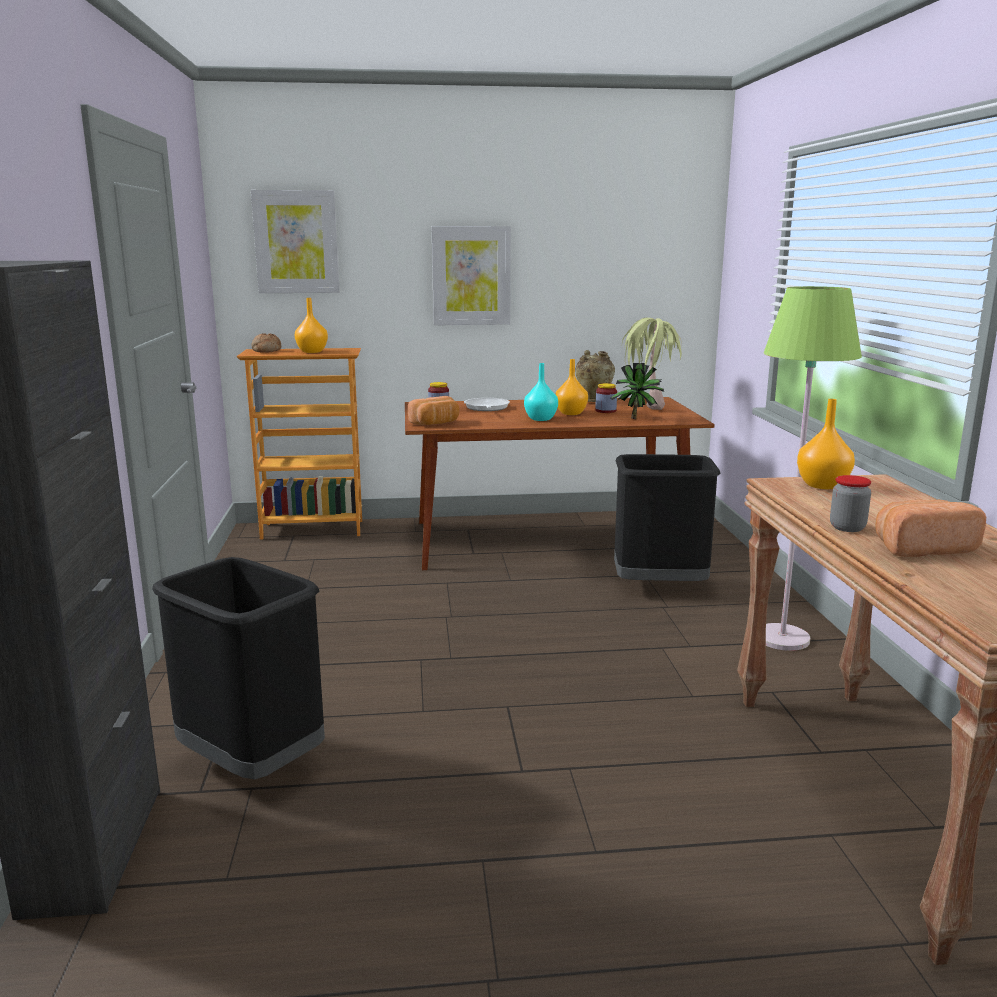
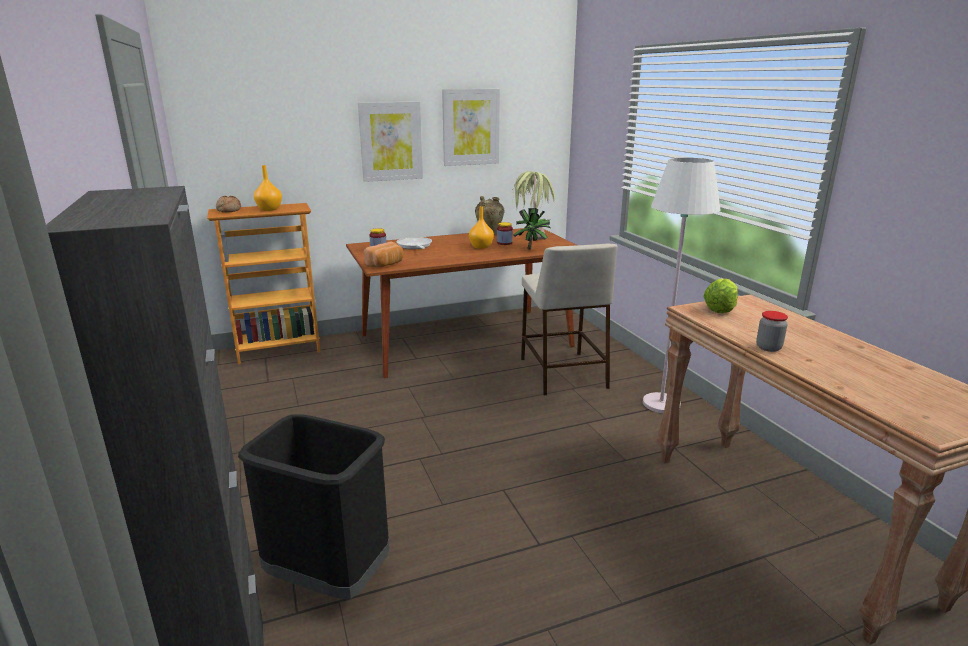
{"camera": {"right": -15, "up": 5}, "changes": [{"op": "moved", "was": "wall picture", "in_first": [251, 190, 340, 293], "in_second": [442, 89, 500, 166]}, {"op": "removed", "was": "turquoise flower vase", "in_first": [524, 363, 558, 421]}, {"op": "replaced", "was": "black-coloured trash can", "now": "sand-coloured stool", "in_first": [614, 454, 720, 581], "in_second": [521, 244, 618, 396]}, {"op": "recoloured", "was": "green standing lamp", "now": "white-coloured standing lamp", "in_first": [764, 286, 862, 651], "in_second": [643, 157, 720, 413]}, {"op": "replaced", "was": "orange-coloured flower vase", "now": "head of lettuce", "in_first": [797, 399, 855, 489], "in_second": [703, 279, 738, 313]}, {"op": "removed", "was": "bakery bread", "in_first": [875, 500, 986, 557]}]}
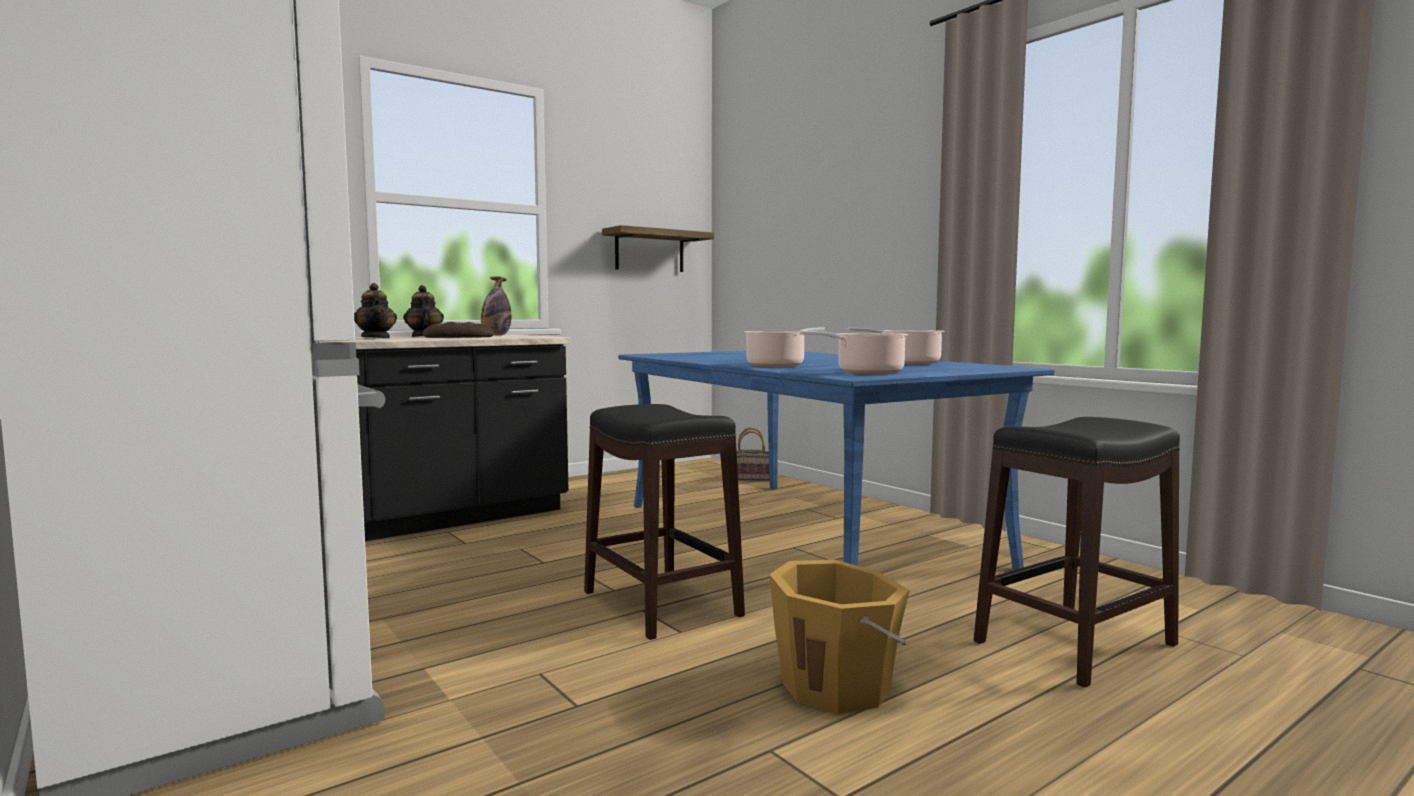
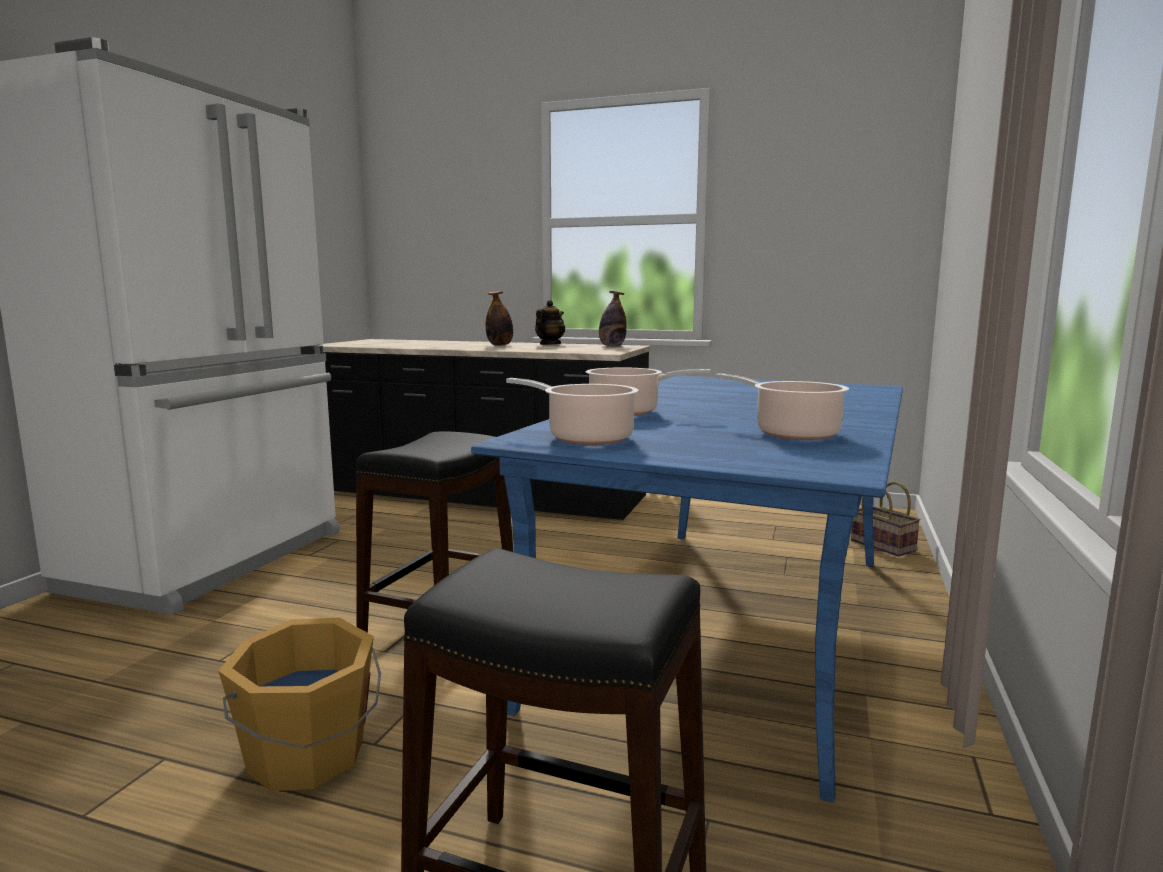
{"camera": {"right": 55, "up": 5}, "changes": [{"op": "replaced", "was": "tea pot", "now": "bottle", "in_first": [354, 283, 397, 338], "in_second": [486, 291, 513, 346]}, {"op": "removed", "was": "bakery bread", "in_first": [423, 322, 494, 338]}, {"op": "removed", "was": "shelf", "in_first": [602, 225, 714, 272]}]}
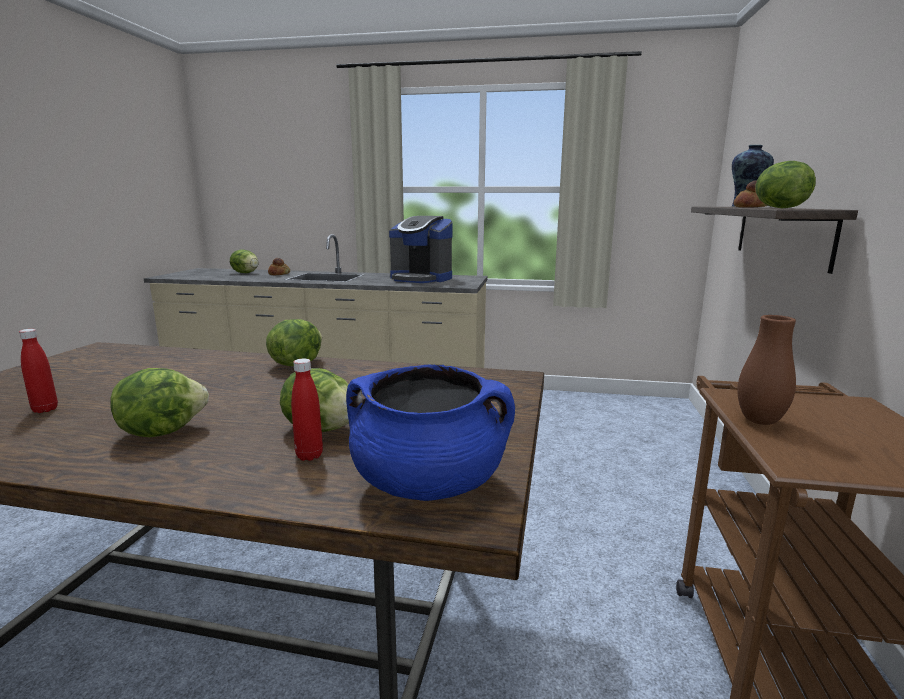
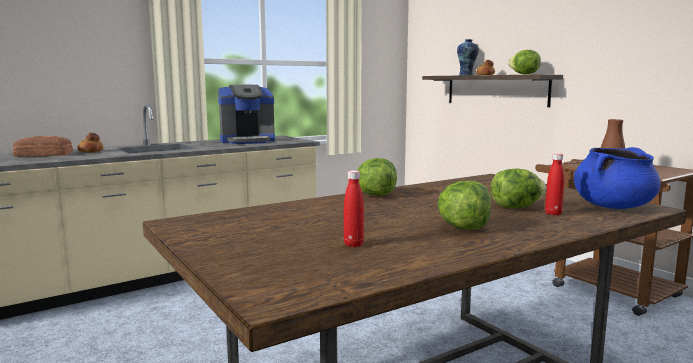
{"camera": {"right": -45, "up": -5}, "changes": [{"op": "replaced", "was": "head of lettuce", "now": "bakery bread", "in_first": [230, 249, 259, 273], "in_second": [13, 136, 73, 157]}]}
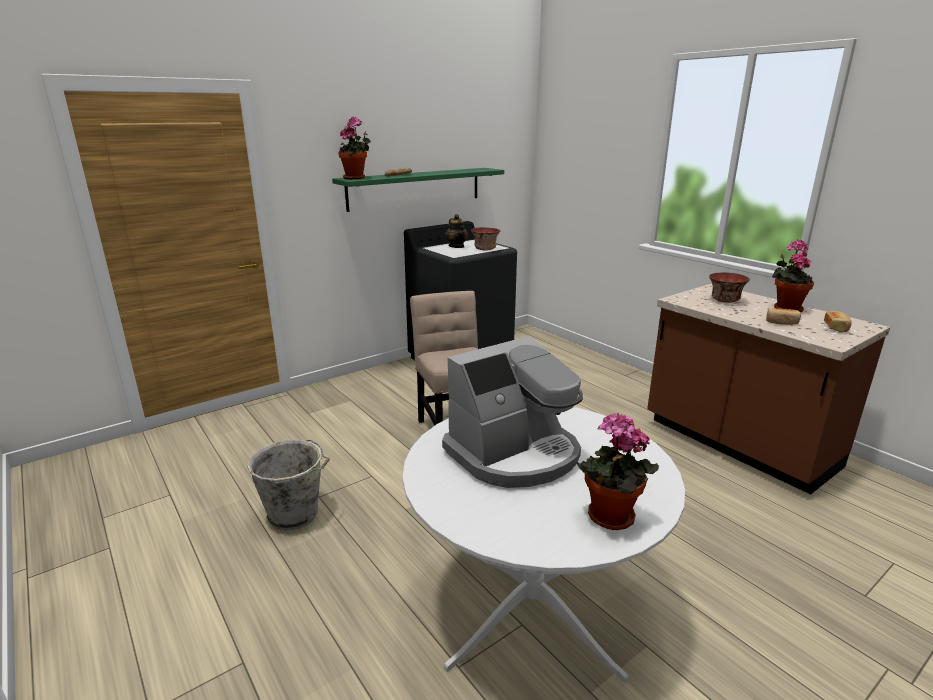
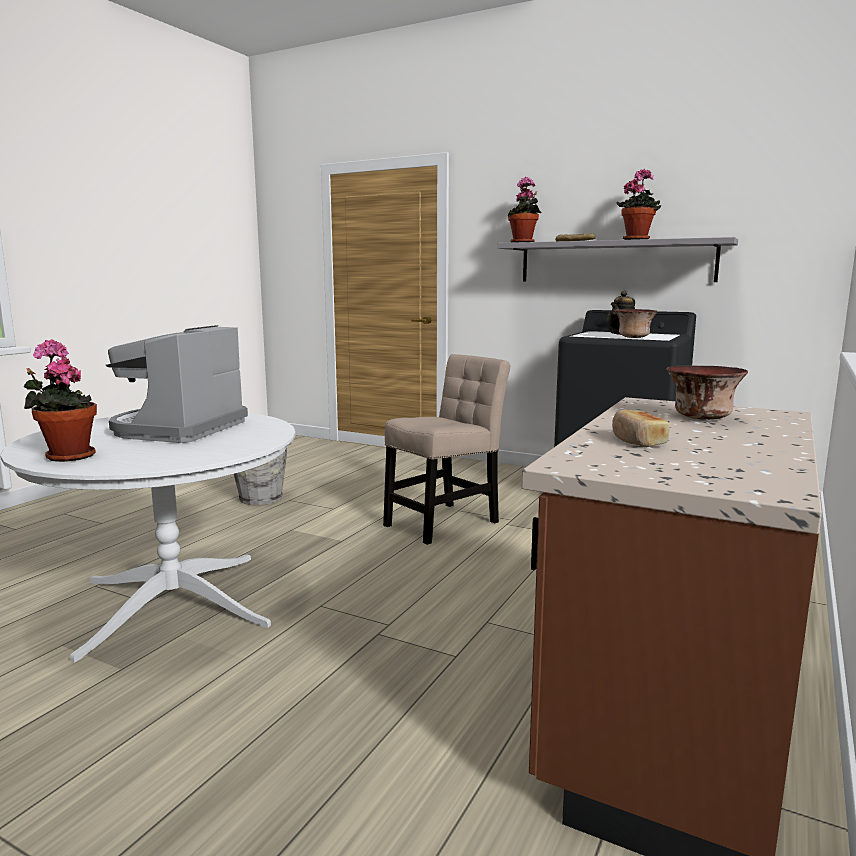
{"camera": {"right": 65, "up": -10}, "changes": [{"op": "recoloured", "was": "green shelf", "now": "greyish shelf", "in_first": [332, 168, 504, 212], "in_second": [497, 237, 738, 282]}, {"op": "turned", "was": "coffee brewer", "in_first": [442, 336, 583, 488], "in_second": [106, 325, 248, 443], "clockwise": 75}, {"op": "moved", "was": "houseplant", "in_first": [772, 240, 814, 312], "in_second": [617, 169, 661, 240]}, {"op": "removed", "was": "bakery bread", "in_first": [824, 311, 852, 332]}]}
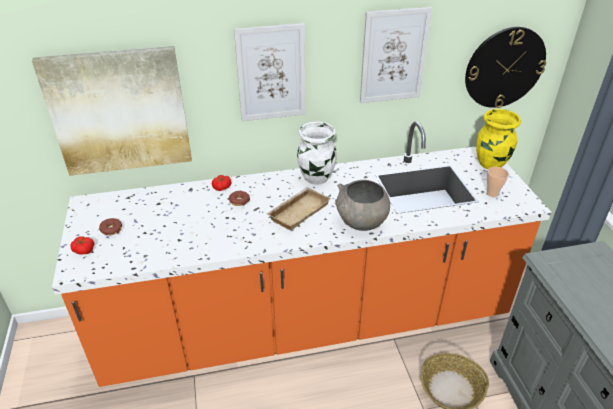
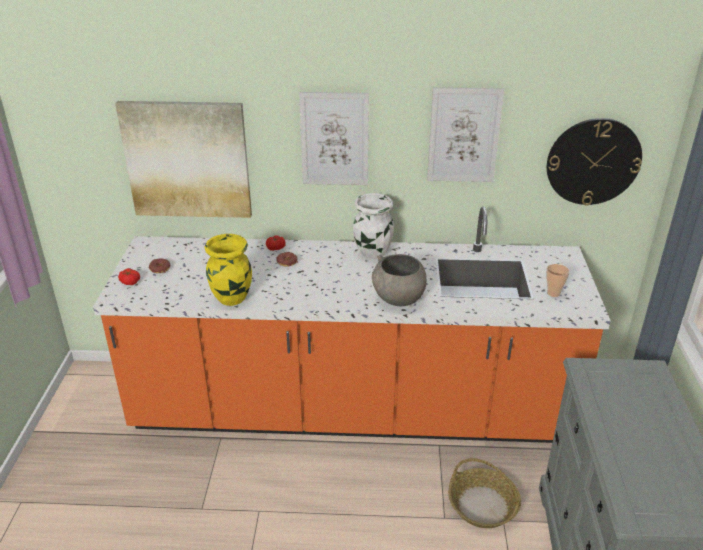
{"camera": {"right": 15, "up": -5}, "changes": [{"op": "removed", "was": "sand-coloured carrying tray", "in_first": [267, 187, 331, 230]}, {"op": "moved", "was": "yellow-coloured flower vase", "in_first": [476, 109, 521, 169], "in_second": [204, 234, 252, 306]}]}
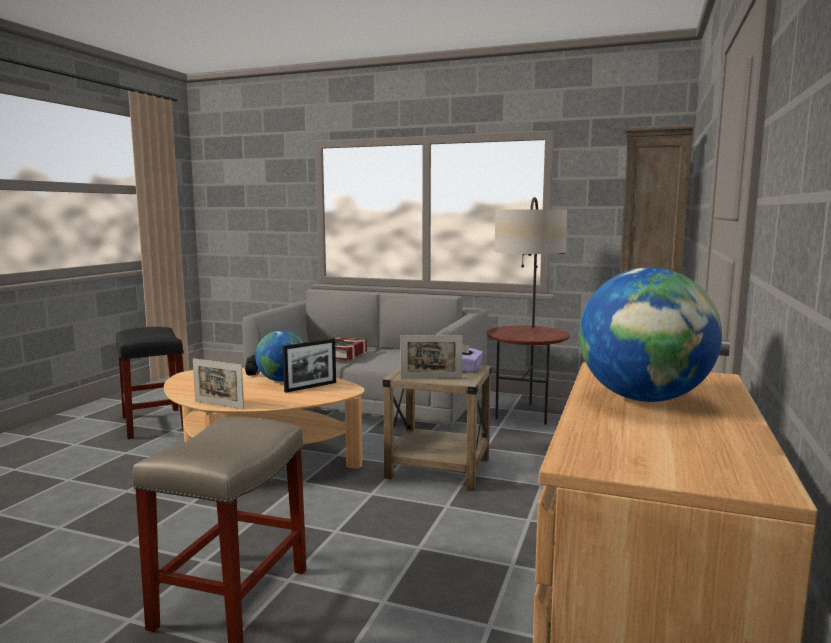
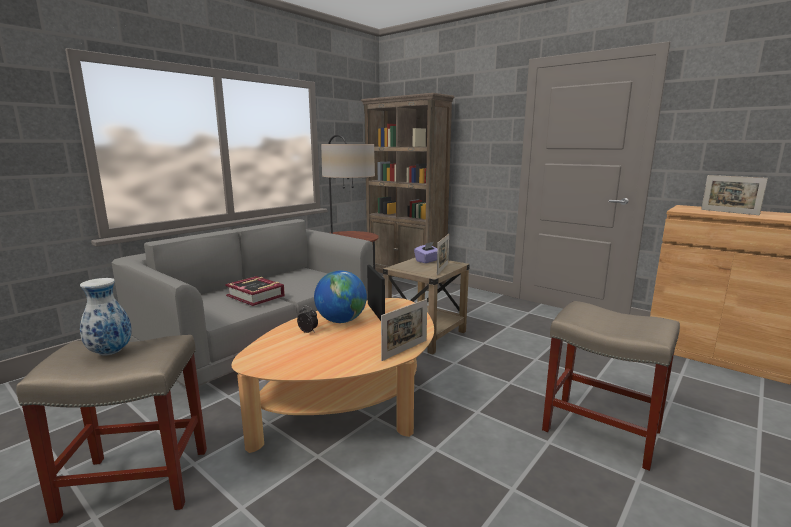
{"camera": {"right": -70, "up": 5}, "changes": [{"op": "recoloured", "was": "black-coloured stool", "now": "sand-coloured stool", "in_first": [116, 327, 184, 439], "in_second": [16, 335, 207, 523]}, {"op": "replaced", "was": "globe", "now": "photo frame", "in_first": [579, 267, 722, 402], "in_second": [701, 175, 768, 215]}, {"op": "added", "now": "flower vase", "in_second": [80, 278, 132, 355]}]}
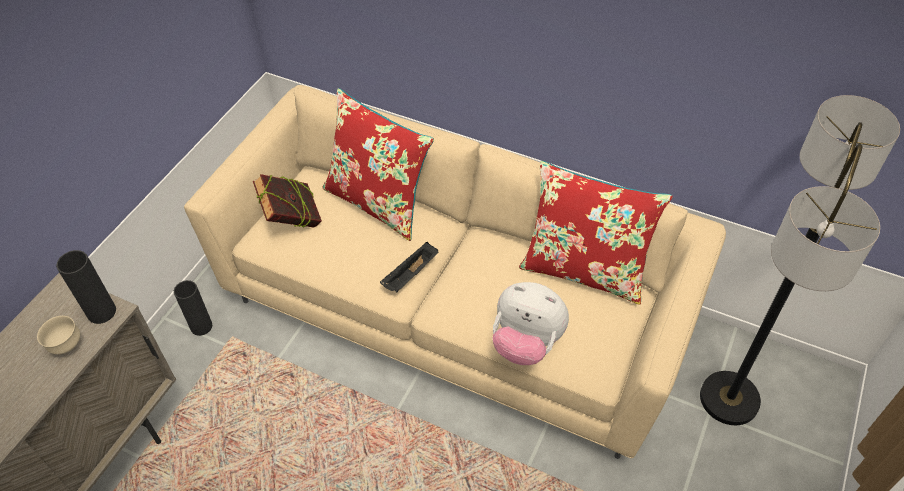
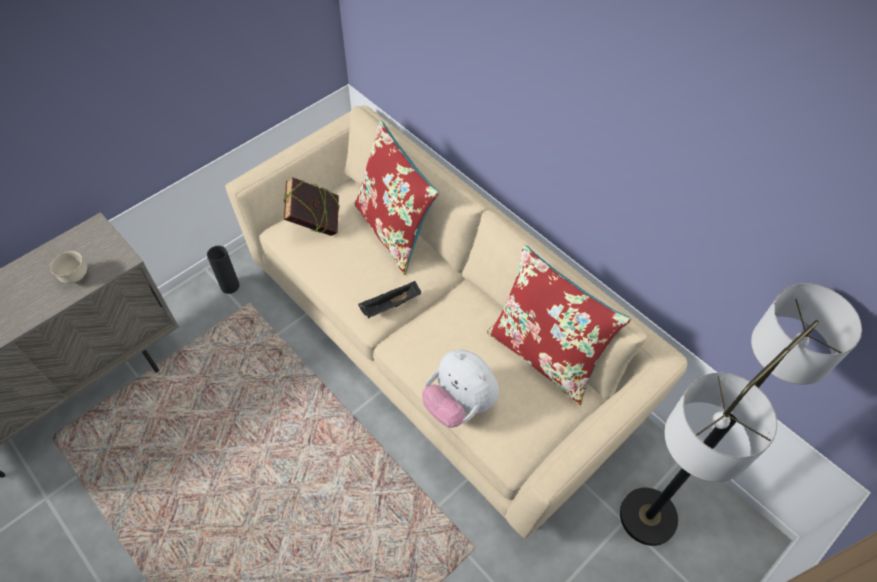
{"camera": {"right": 20, "up": 5}, "changes": [{"op": "removed", "was": "black-coloured flower vase", "in_first": [56, 250, 116, 324]}]}
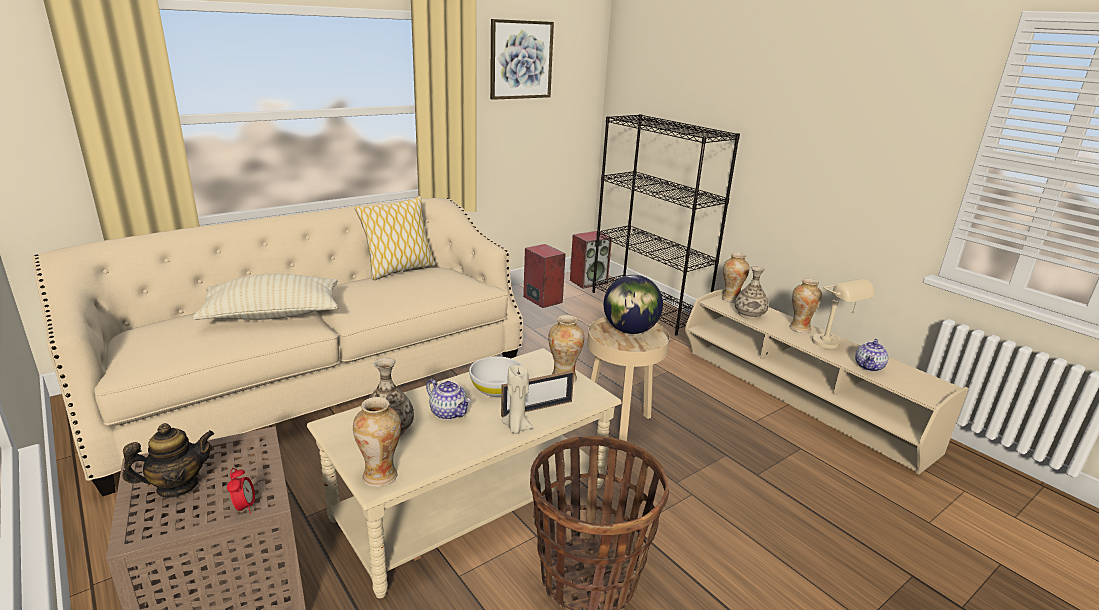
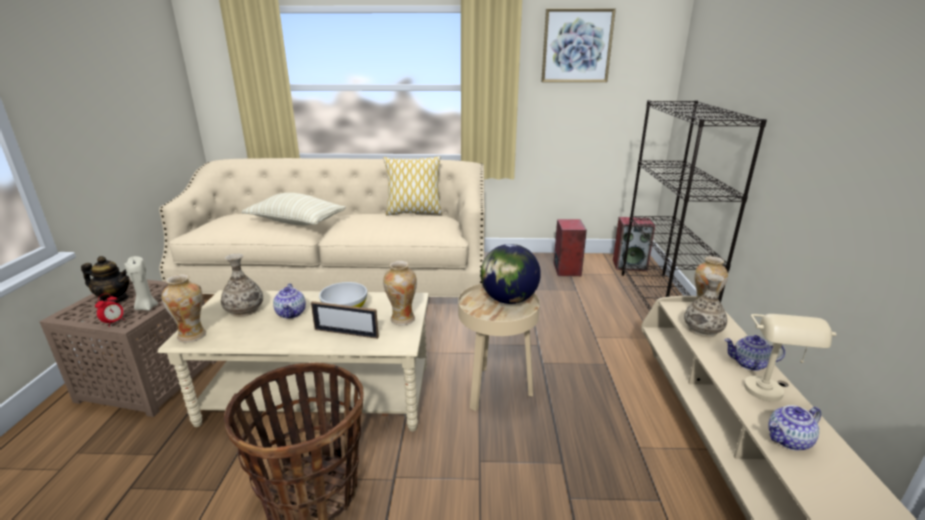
{"camera": {"right": 40, "up": 0}, "changes": [{"op": "moved", "was": "sand-coloured wax light", "in_first": [501, 365, 533, 434], "in_second": [124, 256, 158, 311]}, {"op": "replaced", "was": "flower vase", "now": "tea pot", "in_first": [790, 278, 822, 333], "in_second": [724, 335, 785, 371]}]}
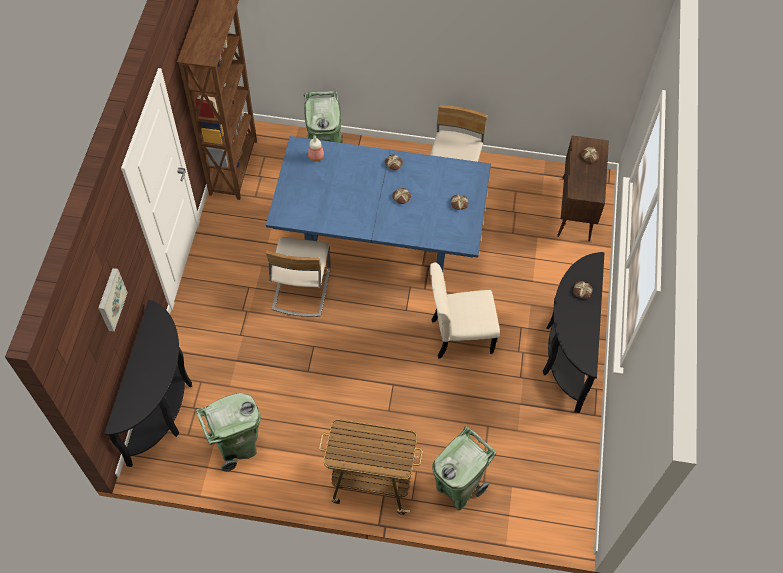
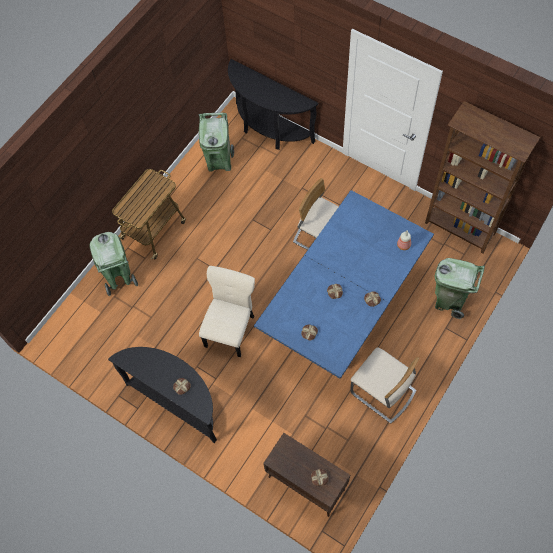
{"camera": {"right": 120, "up": 5}, "changes": [{"op": "removed", "was": "wall picture", "in_first": [98, 268, 128, 332]}]}
